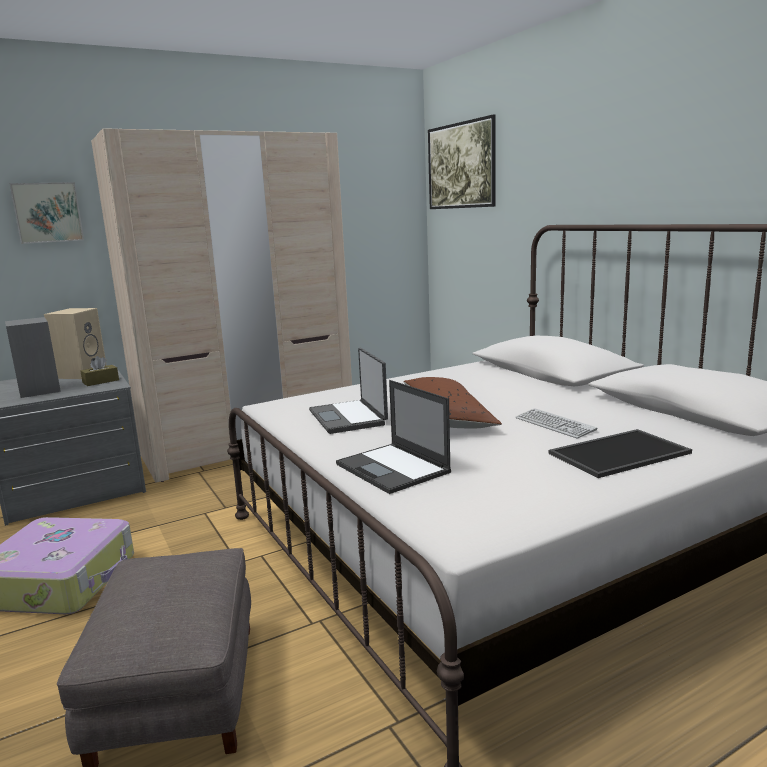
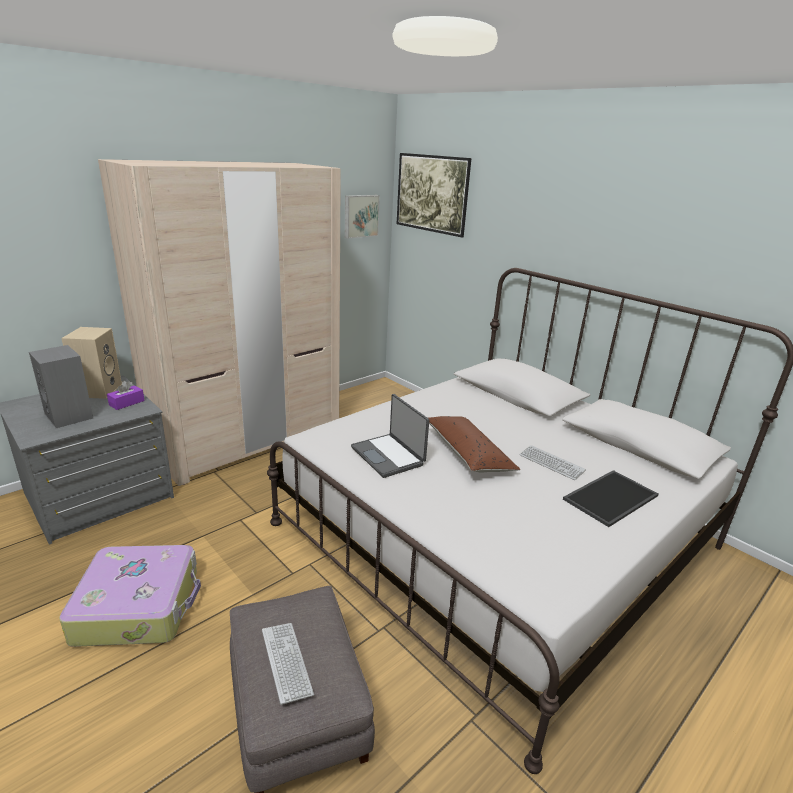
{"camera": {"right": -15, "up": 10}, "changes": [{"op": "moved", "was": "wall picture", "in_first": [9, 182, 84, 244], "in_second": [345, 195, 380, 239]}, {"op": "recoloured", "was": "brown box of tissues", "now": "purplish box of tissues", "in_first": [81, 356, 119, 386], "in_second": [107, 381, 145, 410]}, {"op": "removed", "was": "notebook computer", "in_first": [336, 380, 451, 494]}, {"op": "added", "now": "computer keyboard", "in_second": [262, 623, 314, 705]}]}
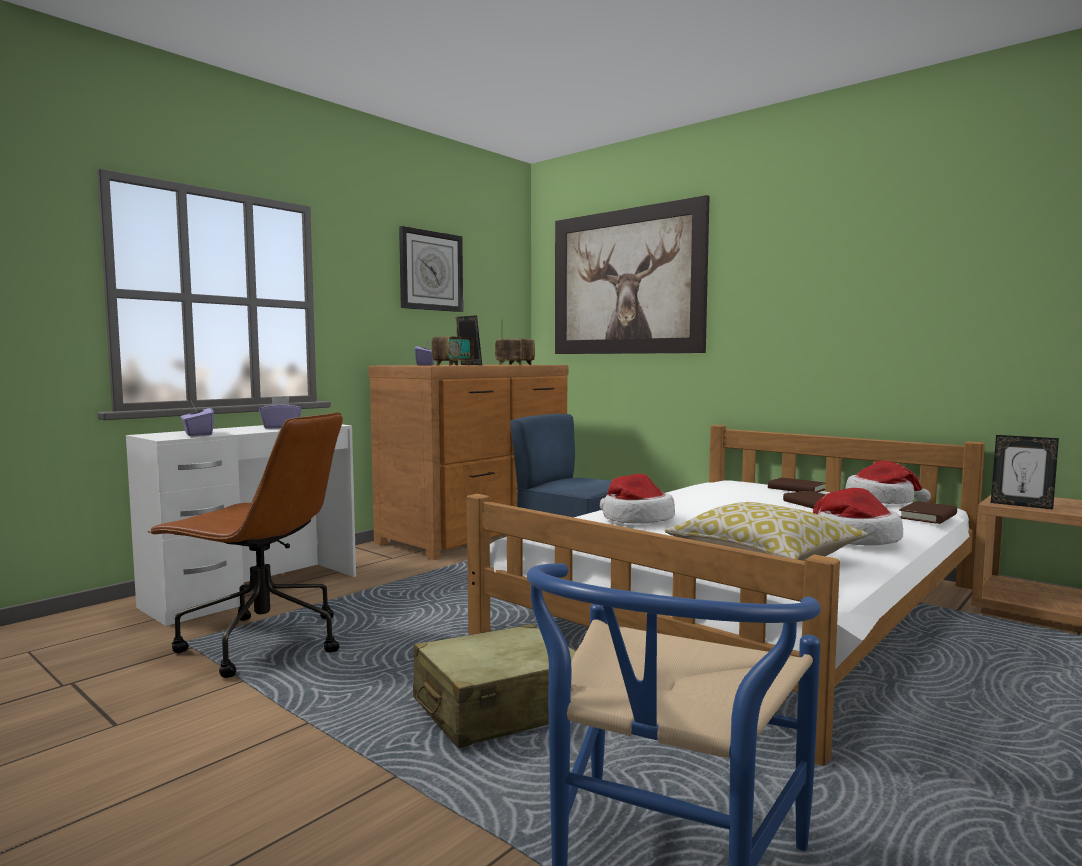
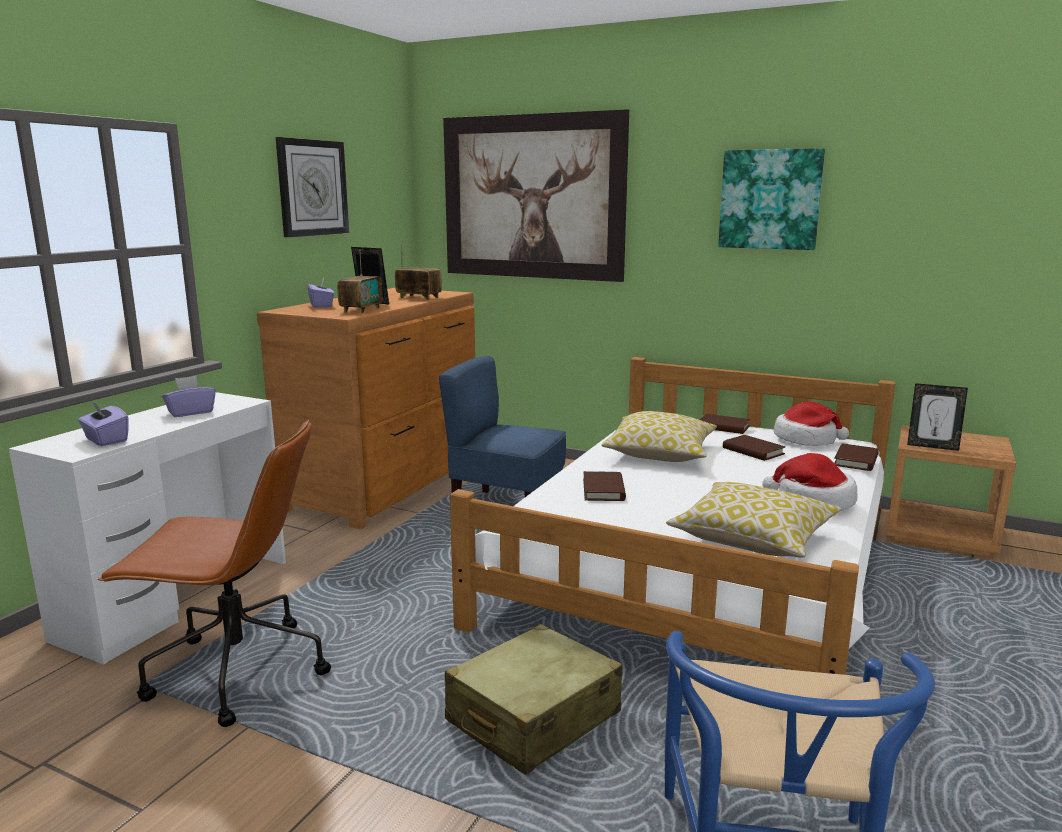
{"camera": {"right": -15, "up": 10}, "changes": [{"op": "replaced", "was": "wearable hat", "now": "brown bound book", "in_first": [600, 474, 675, 524], "in_second": [583, 471, 626, 501]}, {"op": "added", "now": "throw pillow", "in_second": [601, 411, 717, 462]}, {"op": "added", "now": "wall picture", "in_second": [718, 148, 825, 250]}]}
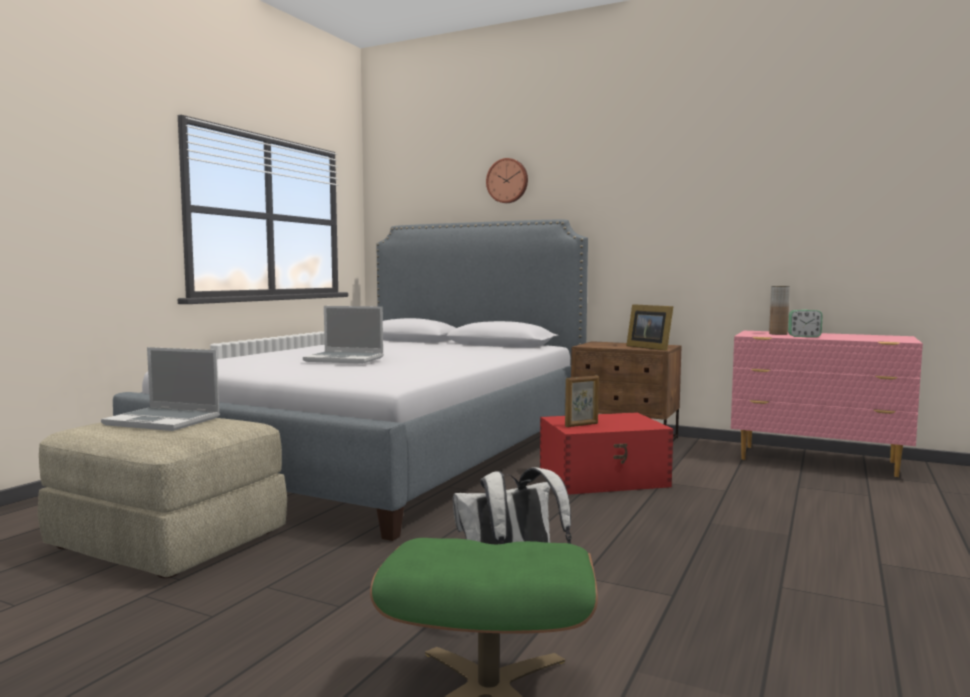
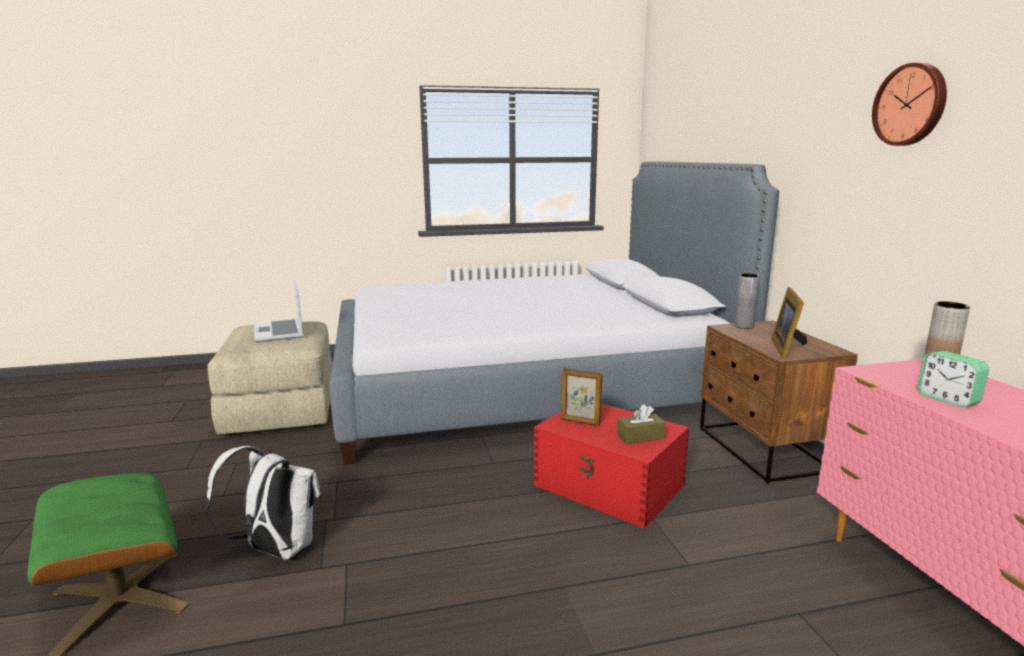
{"camera": {"right": 50, "up": 10}, "changes": [{"op": "removed", "was": "notebook computer", "in_first": [303, 306, 384, 364]}, {"op": "moved", "was": "wall clock", "in_first": [486, 158, 528, 203], "in_second": [872, 63, 947, 146]}, {"op": "added", "now": "brown box of tissues", "in_second": [617, 404, 666, 444]}, {"op": "added", "now": "greyish flower vase", "in_second": [734, 273, 760, 329]}]}
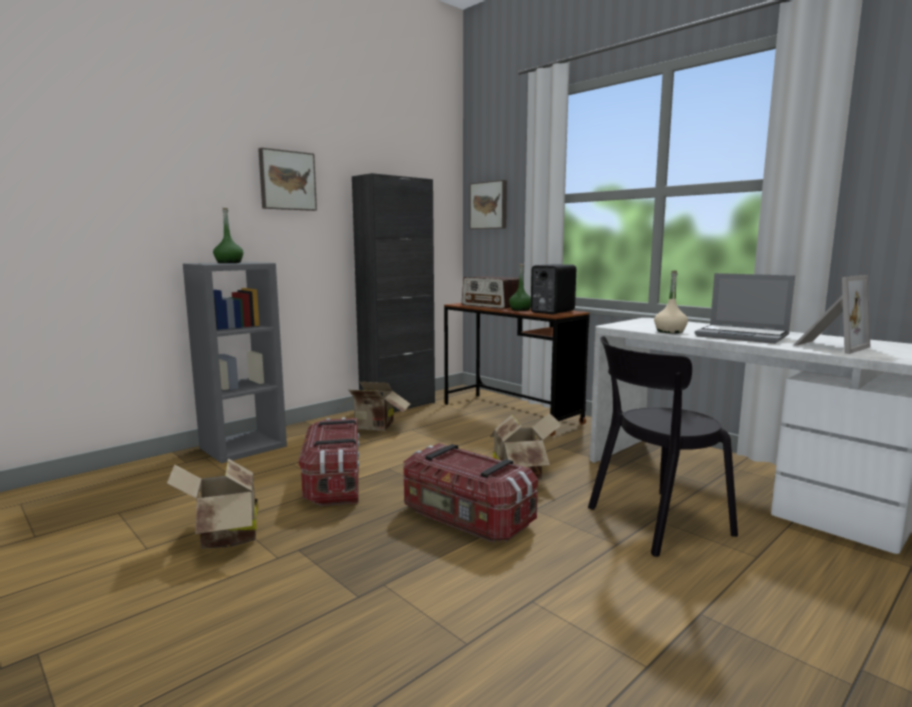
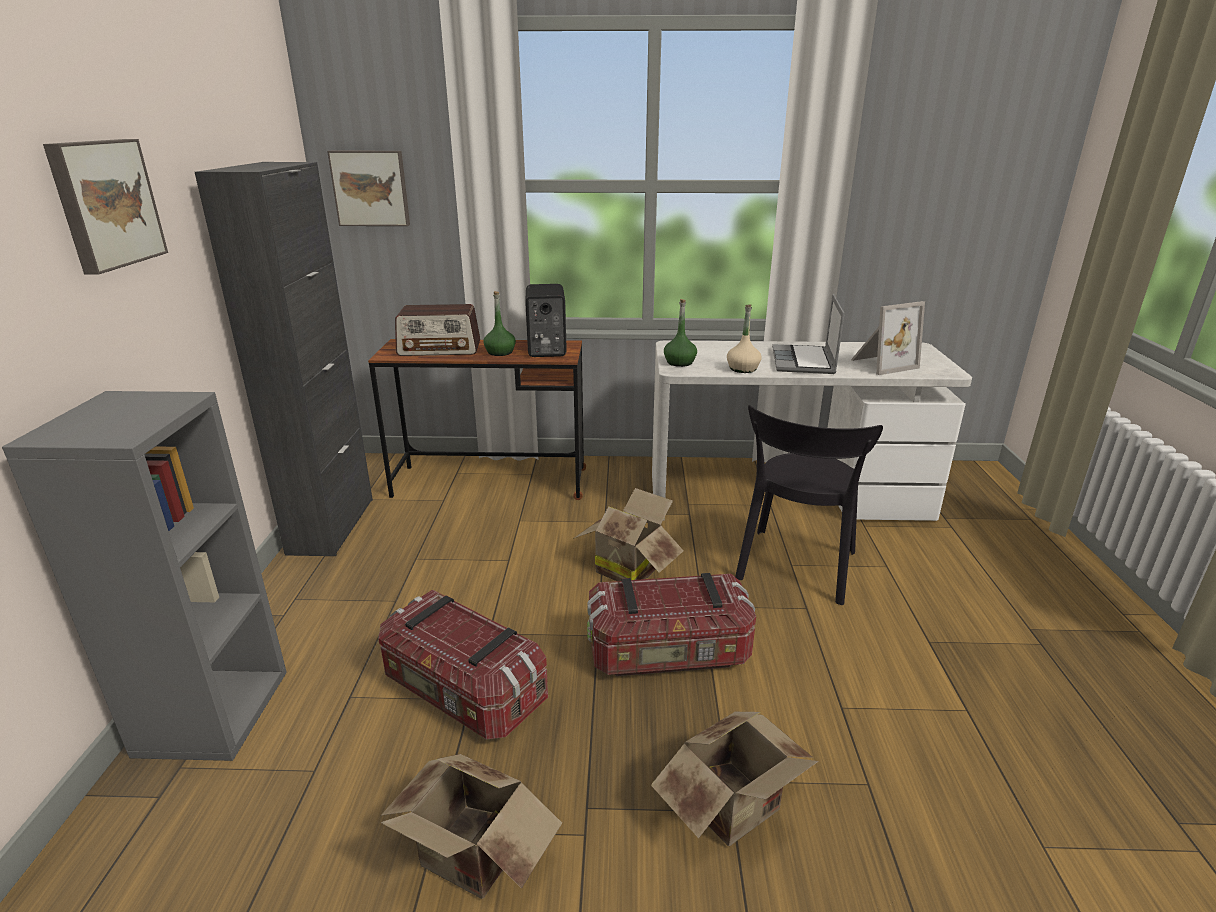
{"camera": {"right": -45, "up": 15}, "changes": [{"op": "moved", "was": "green bottle", "in_first": [213, 208, 243, 263], "in_second": [664, 299, 697, 367]}, {"op": "moved", "was": "carton", "in_first": [340, 382, 411, 431], "in_second": [651, 712, 819, 847]}, {"op": "turned", "was": "notebook computer", "in_first": [695, 273, 795, 344], "in_second": [772, 294, 845, 374], "clockwise": 105}, {"op": "turned", "was": "photo frame", "in_first": [792, 275, 870, 354], "in_second": [851, 301, 925, 375], "clockwise": 60}]}
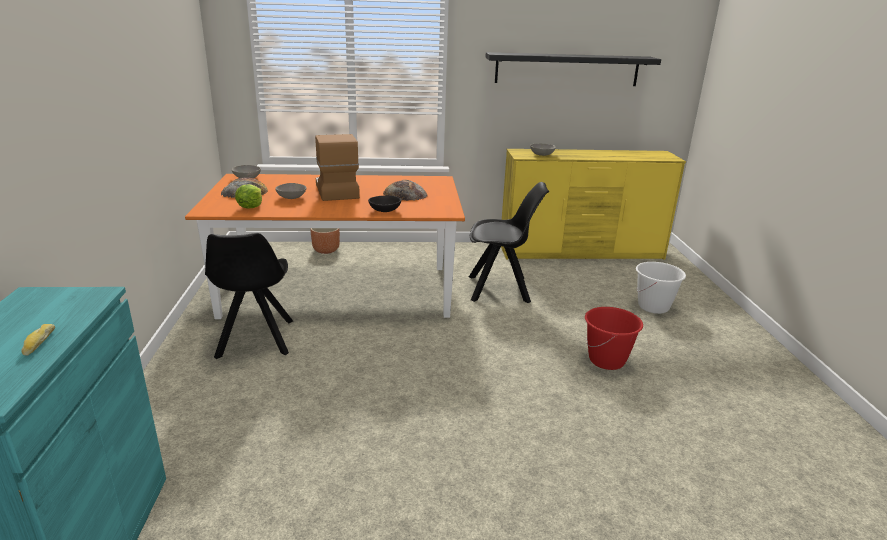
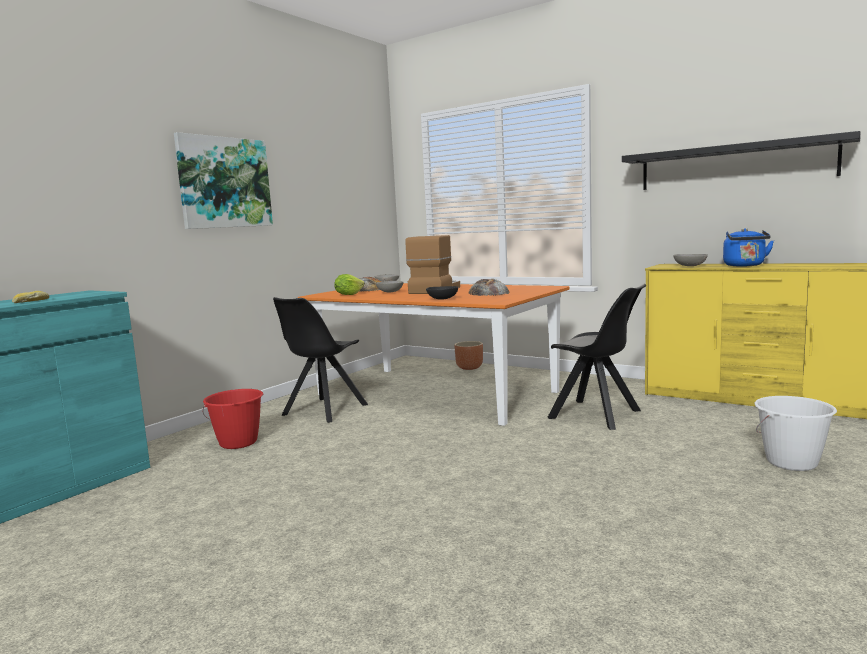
{"camera": {"right": 40, "up": -15}, "changes": [{"op": "moved", "was": "red pail", "in_first": [585, 307, 643, 370], "in_second": [203, 389, 263, 449]}, {"op": "added", "now": "wall picture", "in_second": [174, 132, 273, 229]}, {"op": "added", "now": "bluish tea kettle", "in_second": [723, 228, 774, 267]}]}
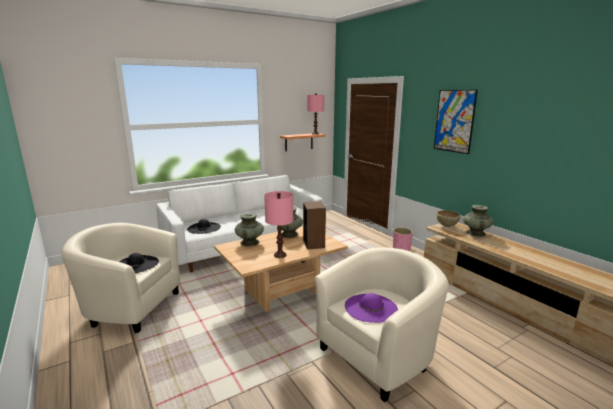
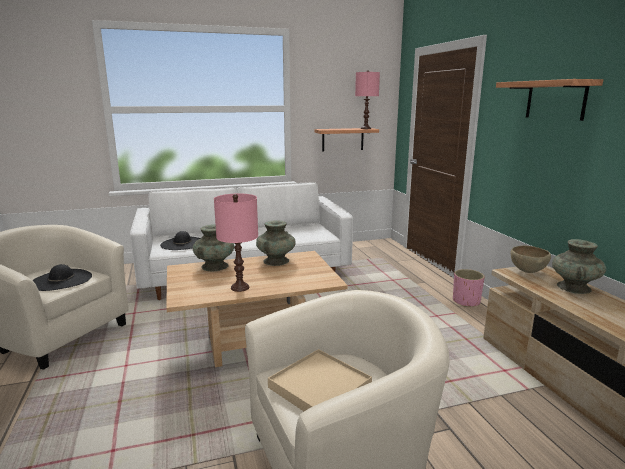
{"camera": {"right": 15, "up": 0}, "changes": [{"op": "removed", "was": "audio speaker", "in_first": [303, 201, 326, 249]}, {"op": "replaced", "was": "purplish wearable hat", "now": "sand-coloured carrying tray", "in_first": [345, 293, 398, 323], "in_second": [268, 349, 372, 411]}, {"op": "replaced", "was": "wall picture", "now": "shelf", "in_first": [434, 90, 478, 154], "in_second": [496, 79, 603, 121]}]}
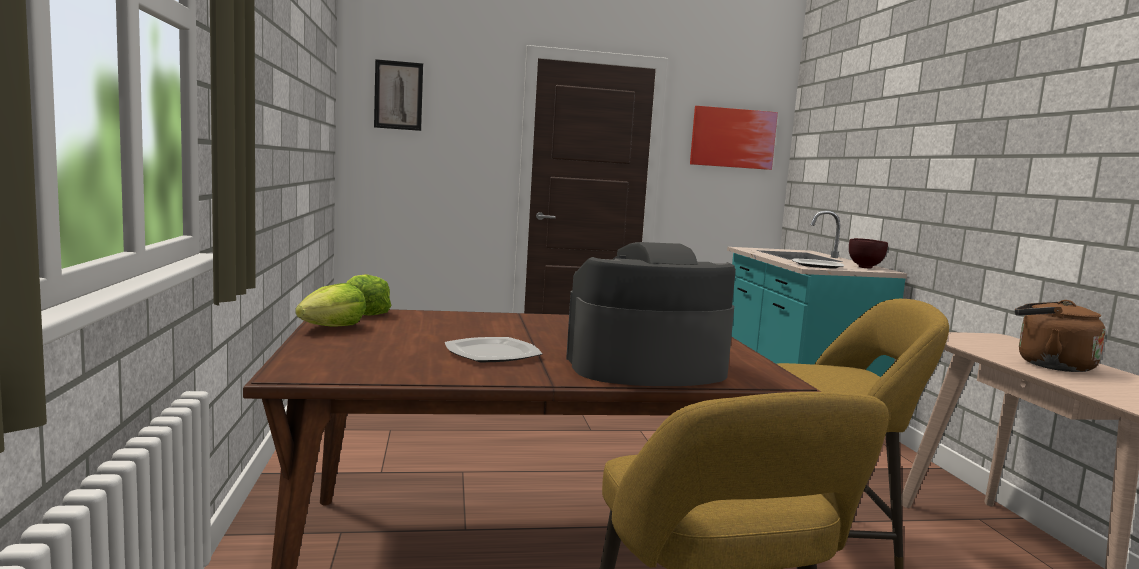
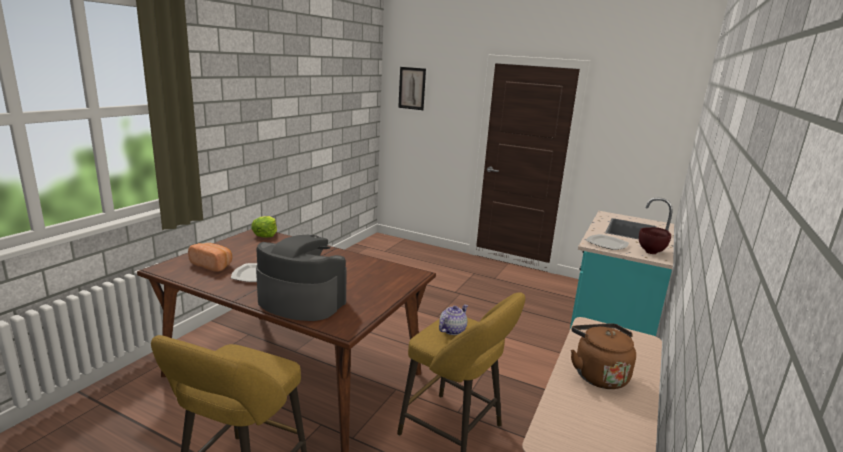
{"camera": {"right": 35, "up": 10}, "changes": [{"op": "removed", "was": "head of lettuce", "in_first": [295, 283, 366, 327]}, {"op": "removed", "was": "wall picture", "in_first": [690, 106, 778, 170]}, {"op": "added", "now": "bakery bread", "in_second": [188, 243, 232, 272]}, {"op": "added", "now": "tea pot", "in_second": [439, 305, 468, 335]}]}
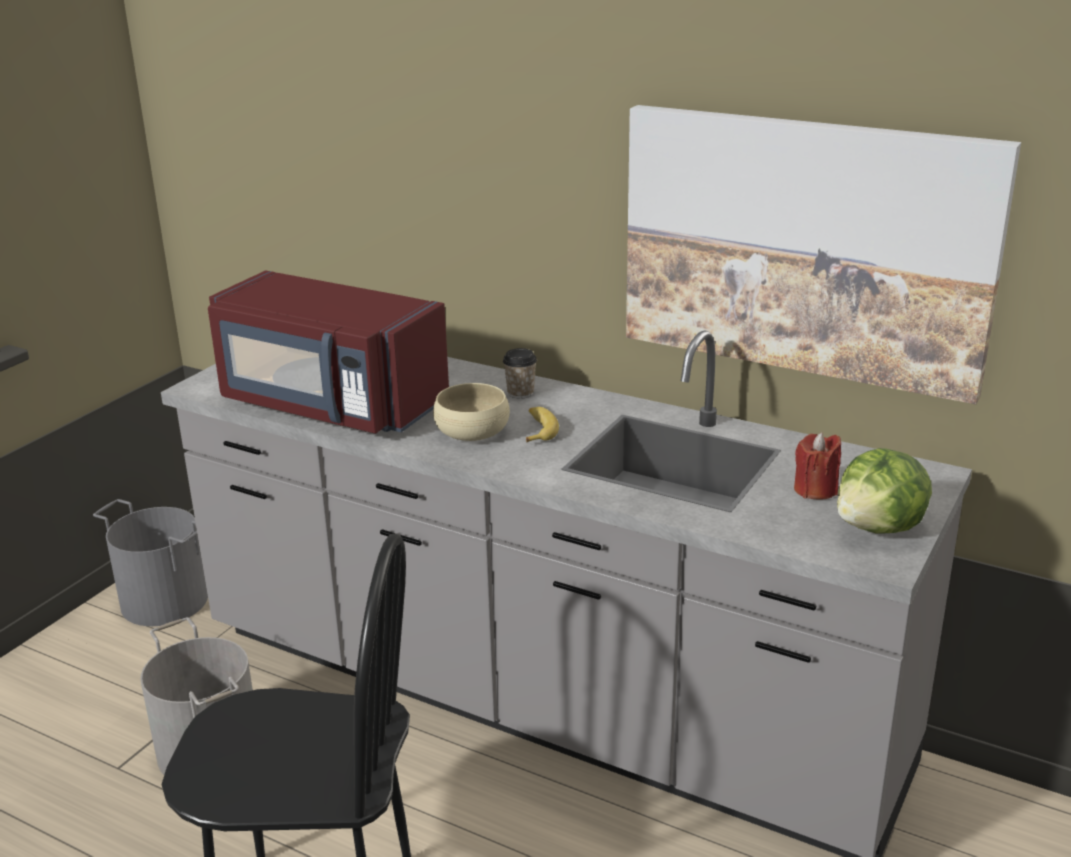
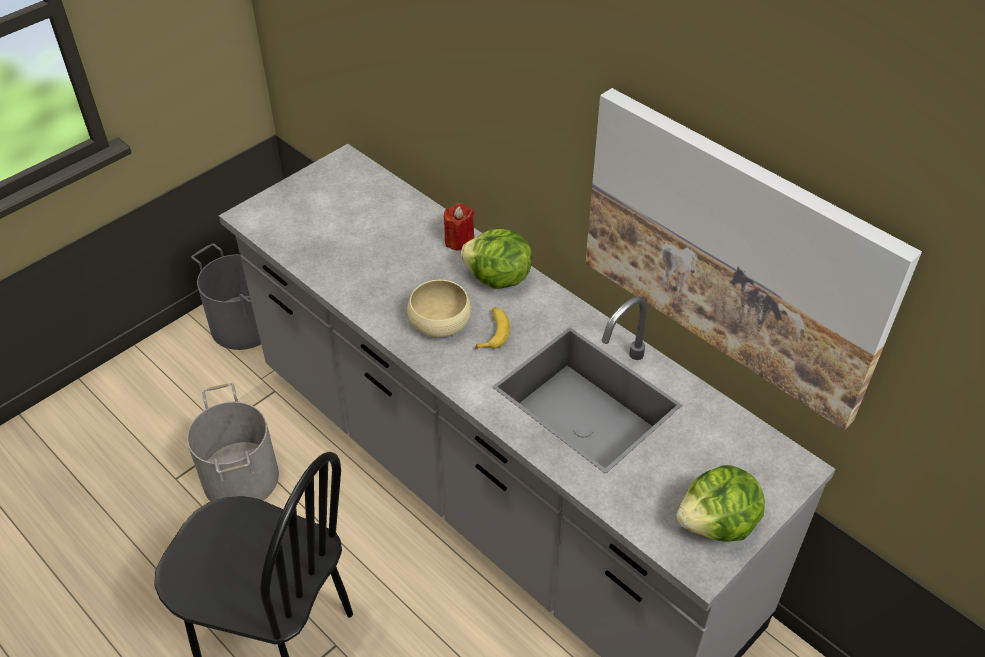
{"camera": {"right": 15, "up": 20}, "changes": [{"op": "removed", "was": "red kitchen microwave", "in_first": [208, 270, 449, 434]}, {"op": "replaced", "was": "cup", "now": "head of lettuce", "in_first": [503, 348, 537, 399], "in_second": [461, 228, 532, 289]}, {"op": "moved", "was": "red wax light", "in_first": [794, 432, 841, 499], "in_second": [444, 203, 474, 251]}]}
